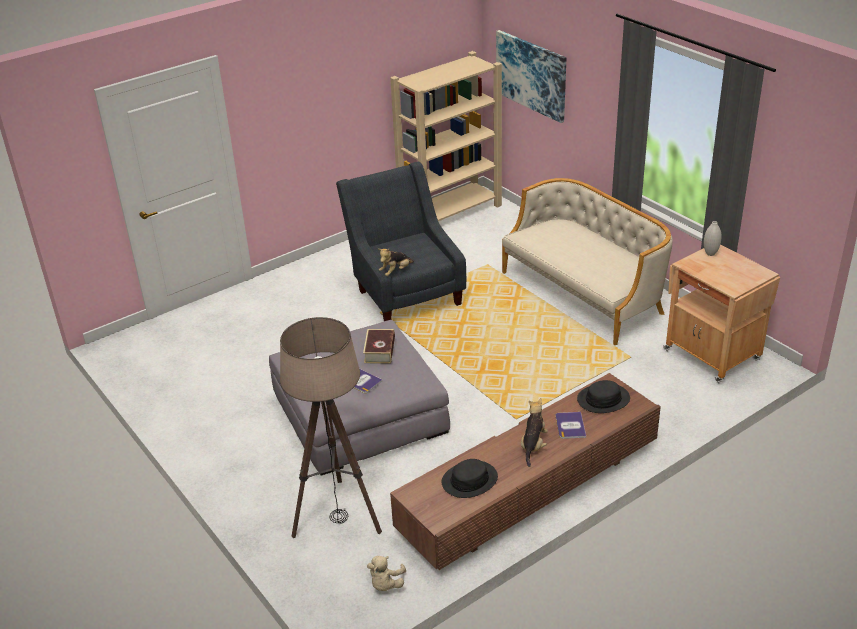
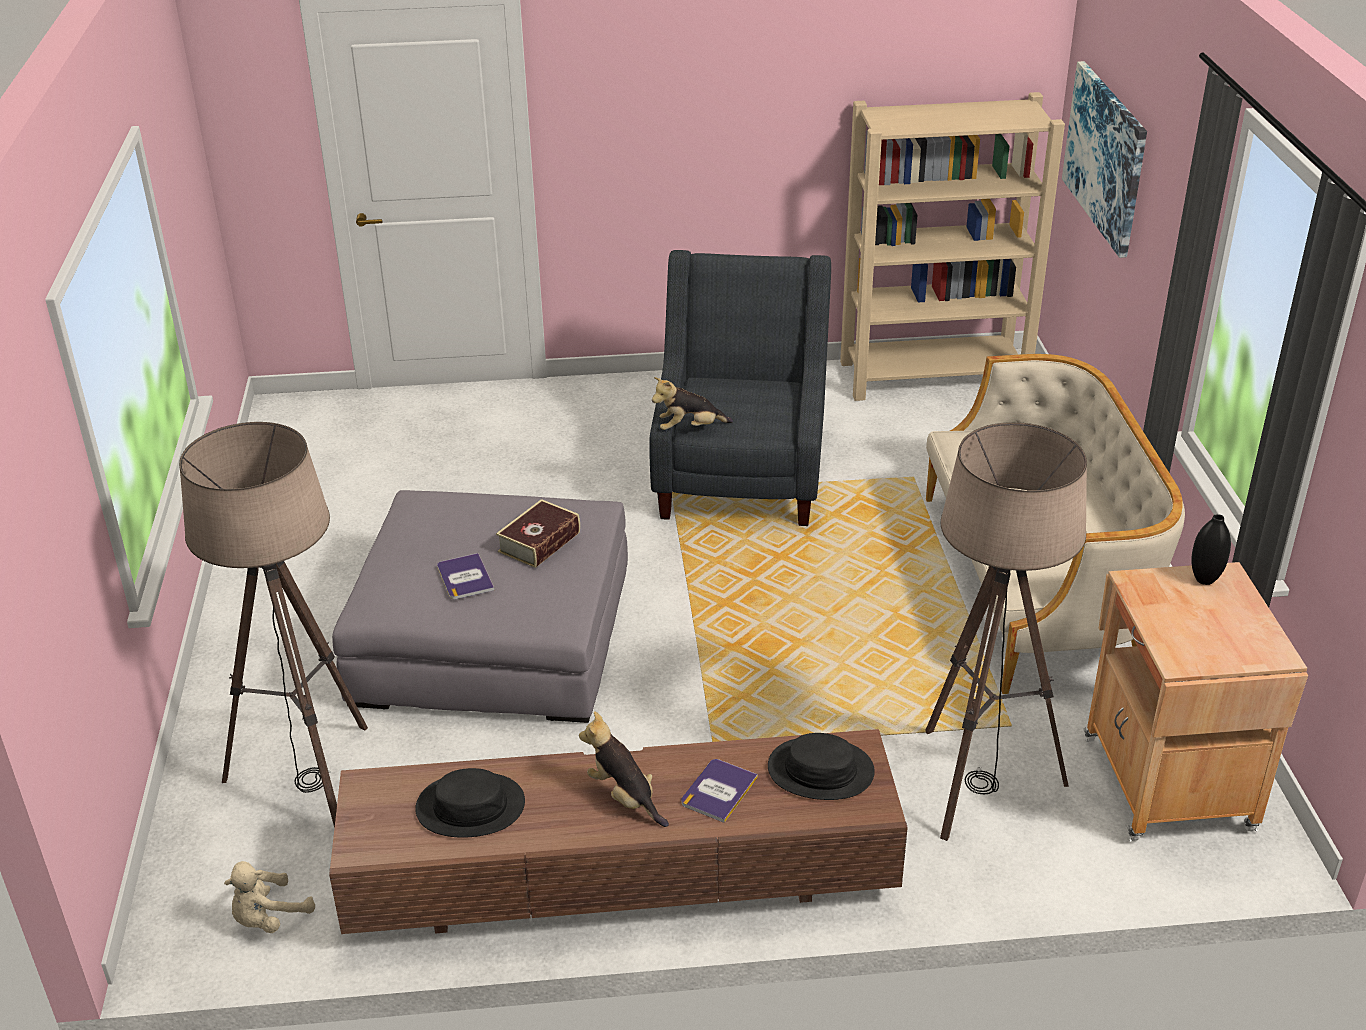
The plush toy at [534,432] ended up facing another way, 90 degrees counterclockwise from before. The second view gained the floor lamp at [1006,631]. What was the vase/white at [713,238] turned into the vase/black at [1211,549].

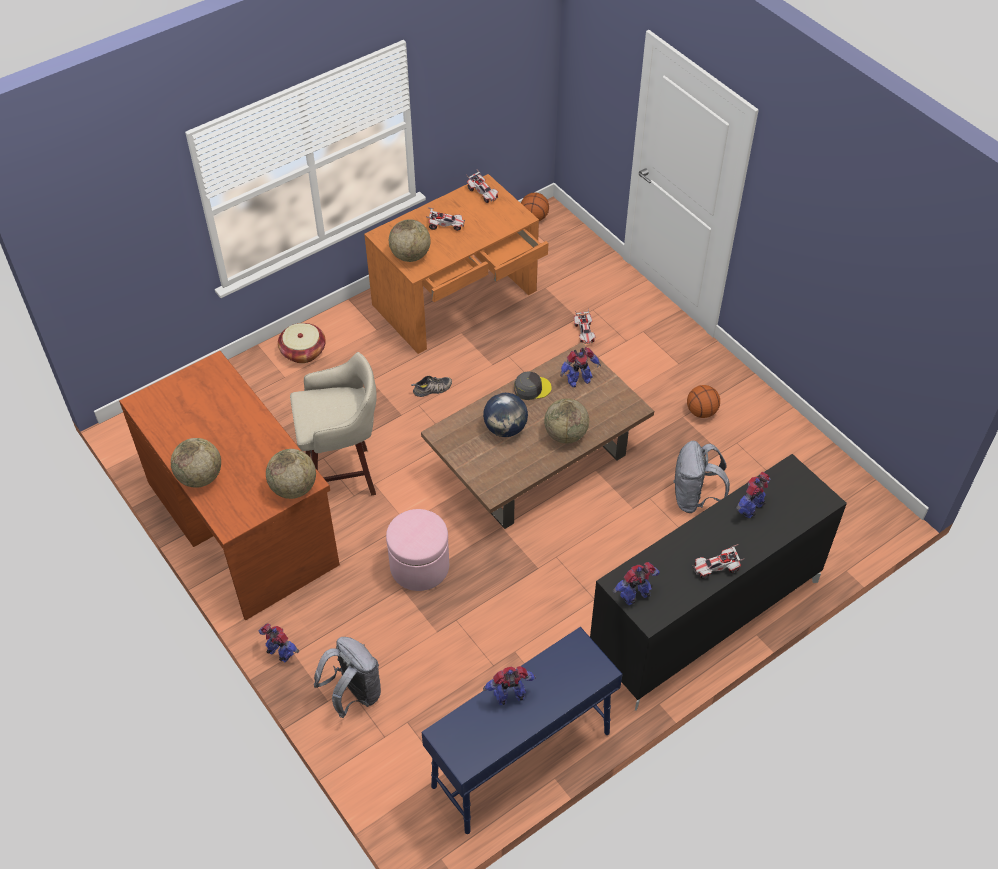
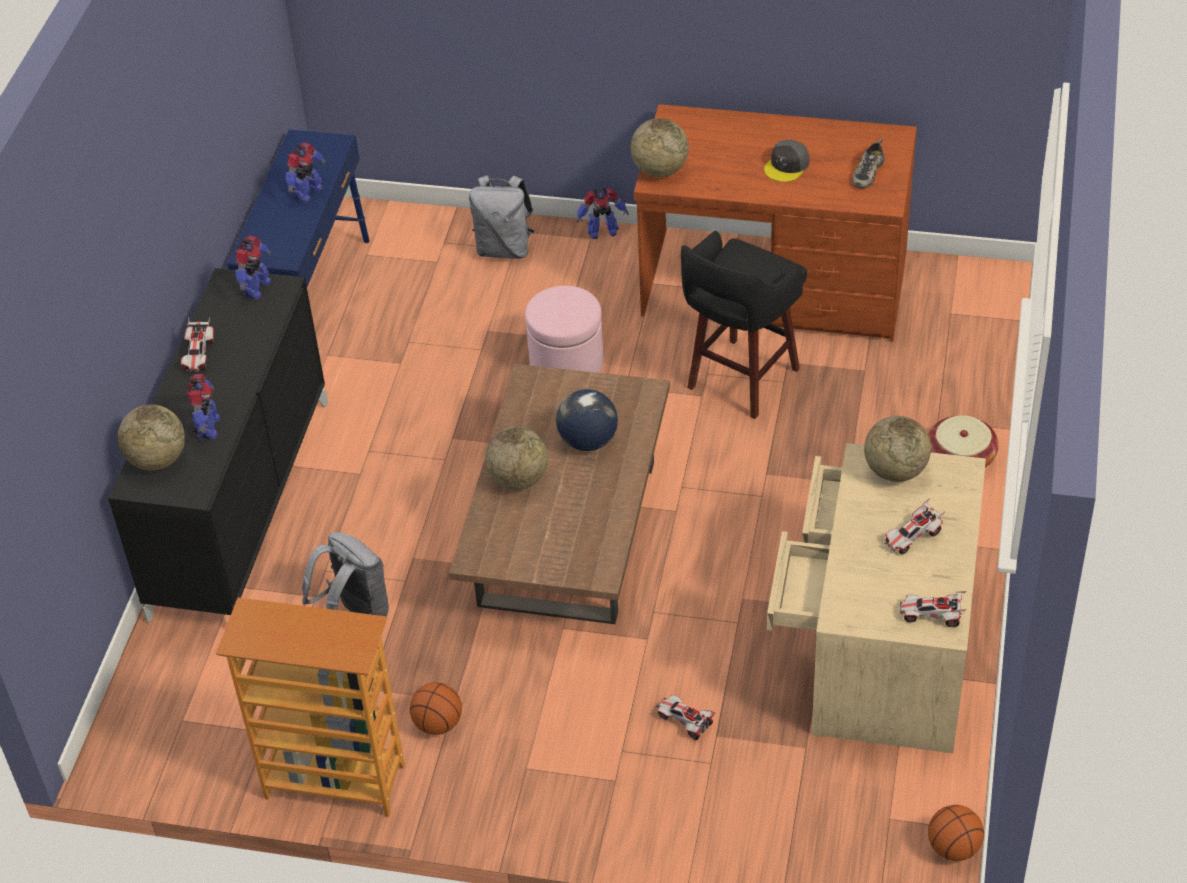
The globe ended up elsewhere, having gone from [196,463] to [151,438]. The toy car at [718,561] ended up facing another way, 150 degrees clockwise from before. The second view gained the bookcase at [310,707]. What was the stool/beige at [333,423] turned into the stool/black at [744,325]. The cap/grey ended up elsewhere, having gone from [533,386] to [786,160]. What was the desk/orange at [456,264] turned into the desk/beige at [876,598]. The shoe ended up elsewhere, having gone from [431,386] to [868,163]. The second view lost the toy robot at [580,367].

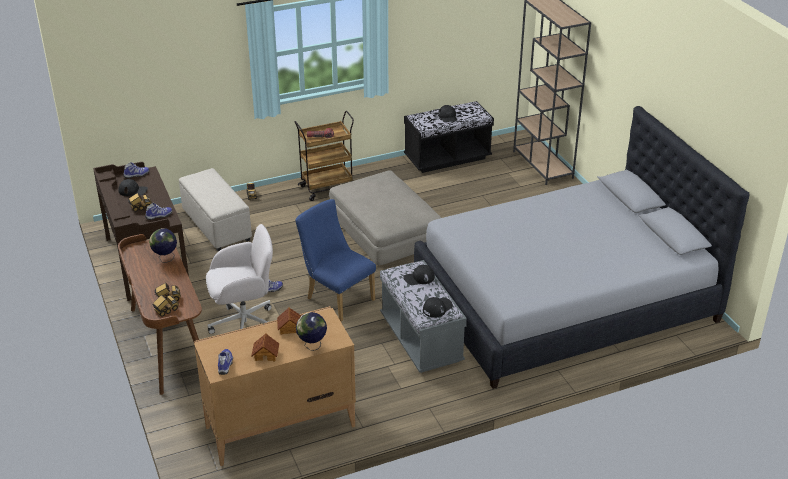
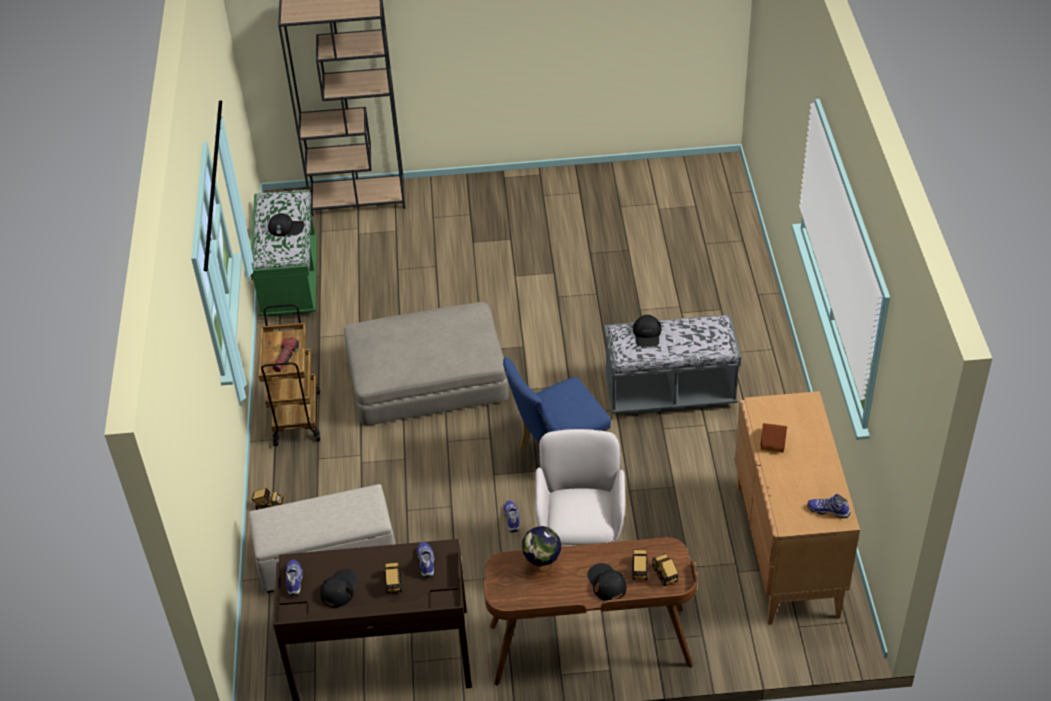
What was the bench/black at [449,137] turned into the bench/green at [284,253]. The cap/black ended up elsewhere, having gone from [438,307] to [607,582]. The second view lost the toy house at [265,347]. The second view lost the globe at [311,331]. The second view lost the bed/grey at [581,247].

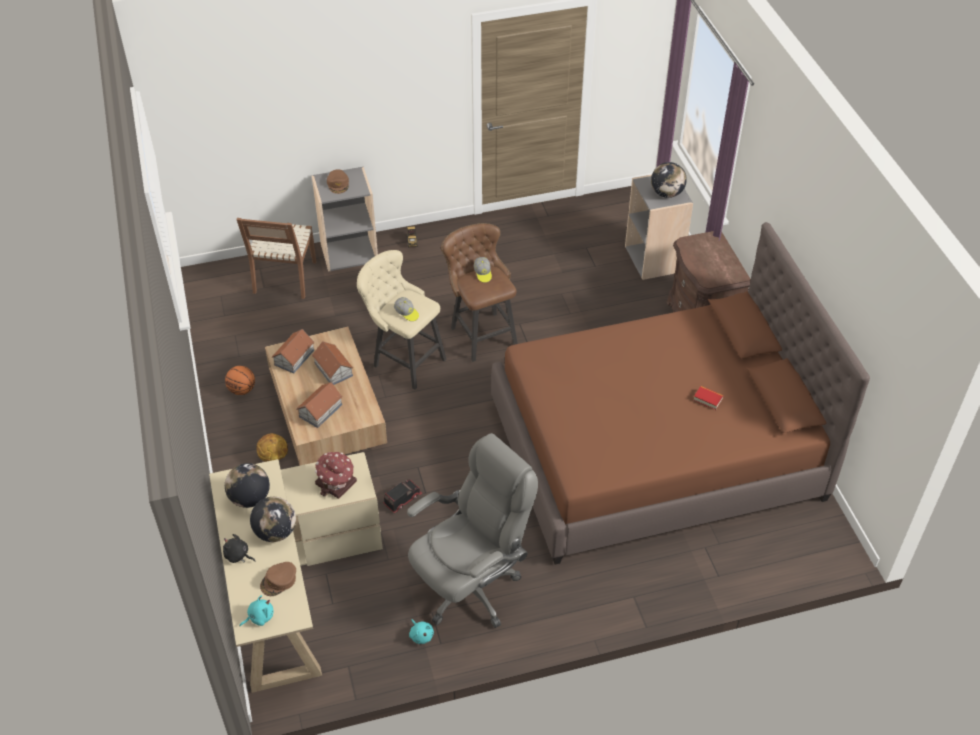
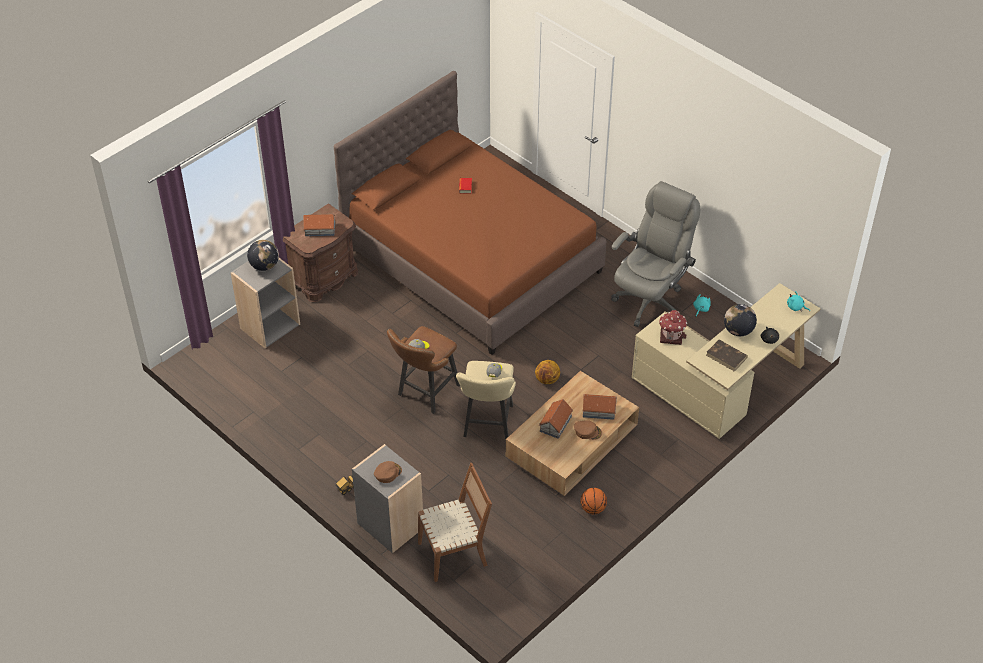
The toy house ended up elsewhere, having gone from [293,351] to [319,225]. The basketball ended up elsewhere, having gone from [272,447] to [547,372]. The cap/brown ended up elsewhere, having gone from [278,579] to [588,430]. The office chair/grey at [472,530] ended up facing another way, 105 degrees clockwise from before. Where the globe stood at [247,485], the book/brown came to stand at [727,355]. The second view lost the toy truck at [403,496].

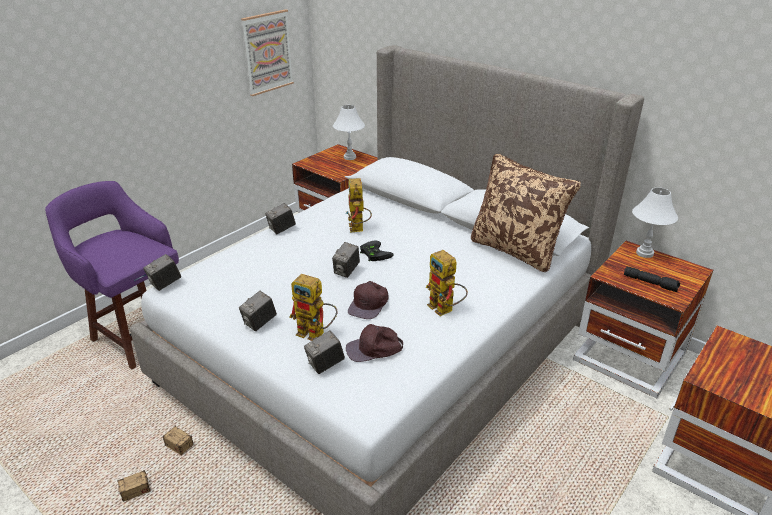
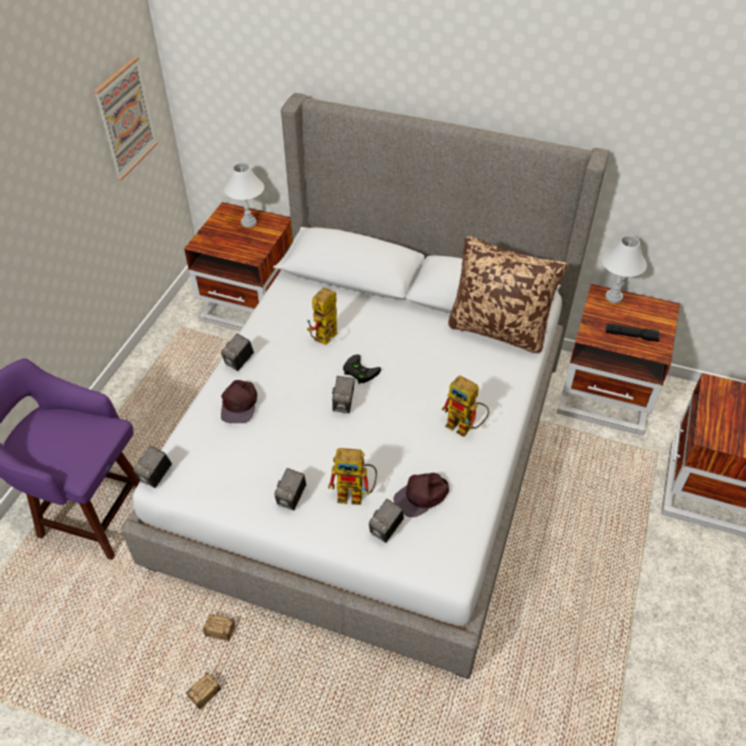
The cap/brown ended up elsewhere, having gone from [368,300] to [239,401]. The toy robot at [359,205] ended up facing another way, 60 degrees clockwise from before.

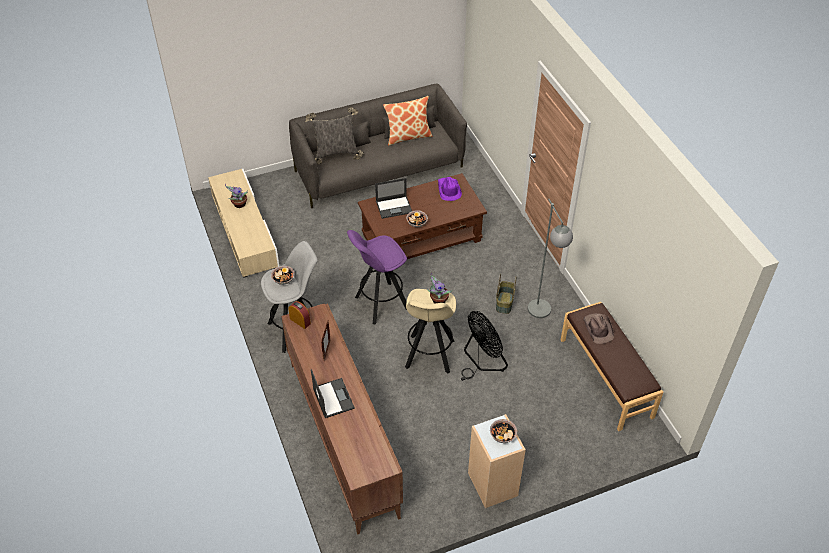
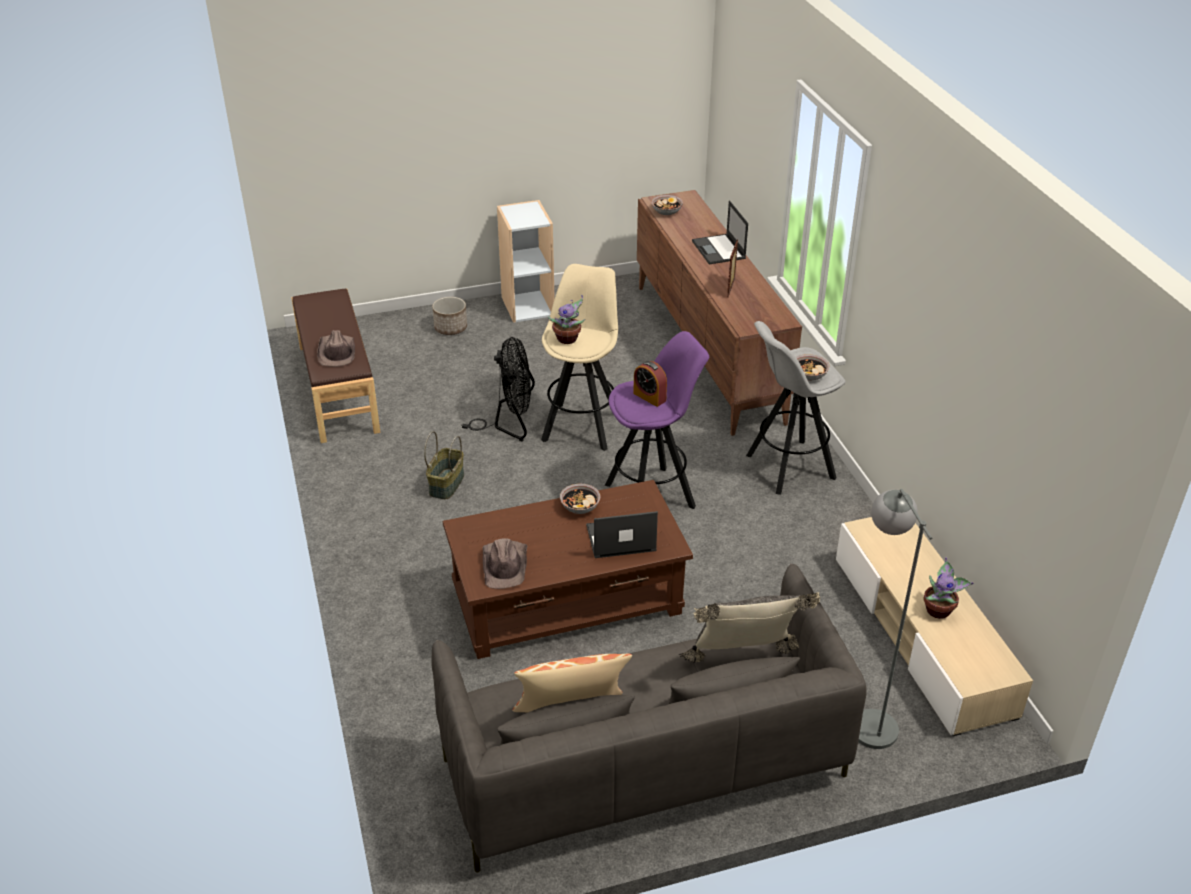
The second view gained the planter at [449,316]. The fan/black at [484,346] ended up facing another way, 150 degrees counterclockwise from before. What was the hat/purple at [450,189] turned into the hat/brown at [505,563]. The alarm clock ended up elsewhere, having gone from [299,315] to [650,384]. The bowl ended up elsewhere, having gone from [503,431] to [667,205]. The floor lamp/grey ended up elsewhere, having gone from [550,258] to [895,619].

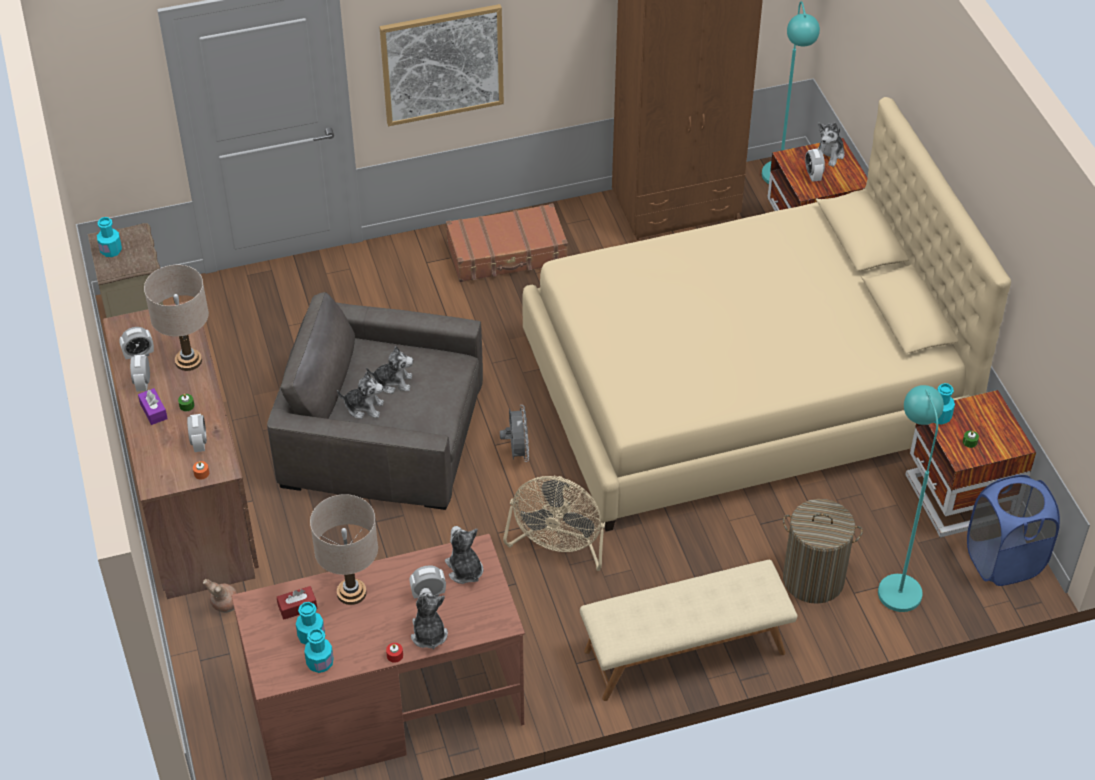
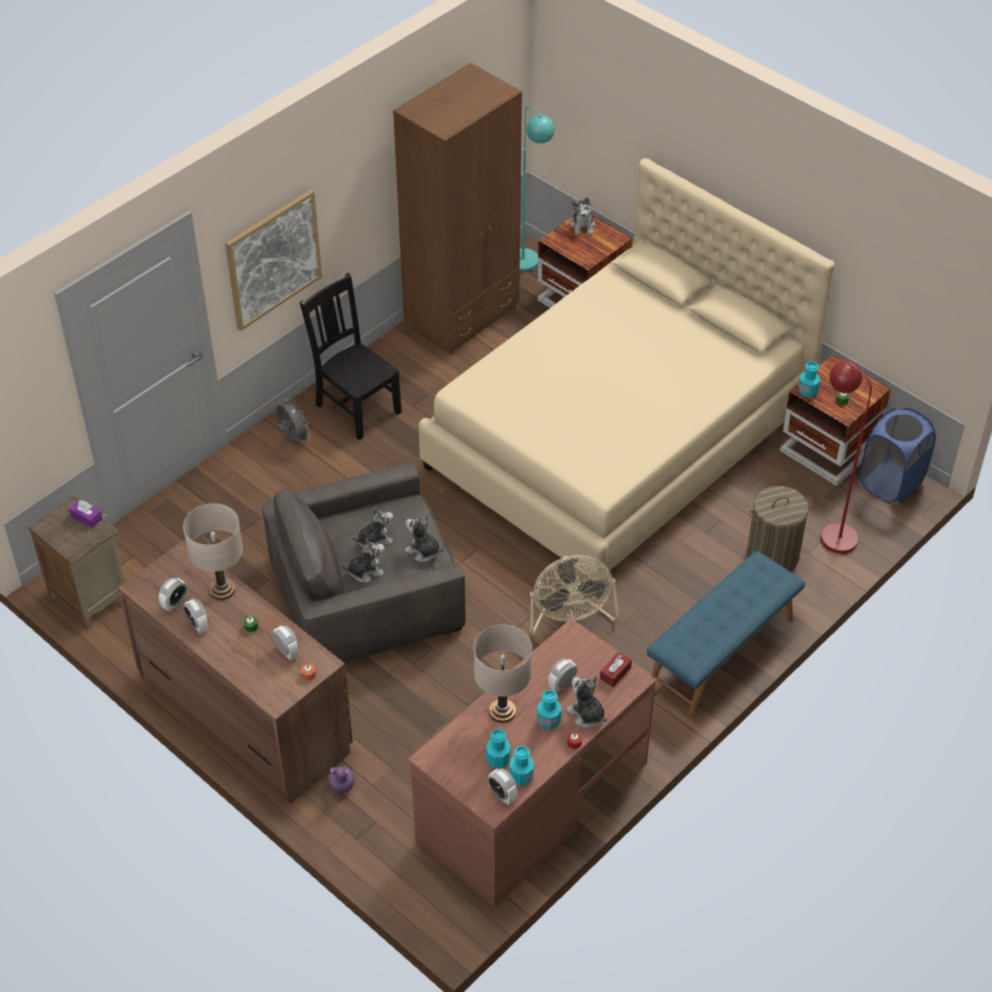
The tissue box/purple ended up elsewhere, having gone from [153,406] to [85,514]. The fan/grey ended up elsewhere, having gone from [514,433] to [293,421]. Where the suitcase/brown stood at [507,242], the chair/black came to stand at [351,356]. What was the vase/brown at [220,596] turned into the vase/purple at [341,779]. The plush toy ended up elsewhere, having gone from [464,555] to [424,537]. The alarm clock ended up elsewhere, having gone from [815,165] to [503,786]. The bottle/turquoise ended up elsewhere, having gone from [109,237] to [549,709]. The tissue box/red ended up elsewhere, having gone from [297,603] to [616,669]. What was the bench/beige at [688,630] turned into the bench/blue at [726,634]. What was the floor lamp/turquoise at [911,498] turned into the floor lamp/red at [846,456].

